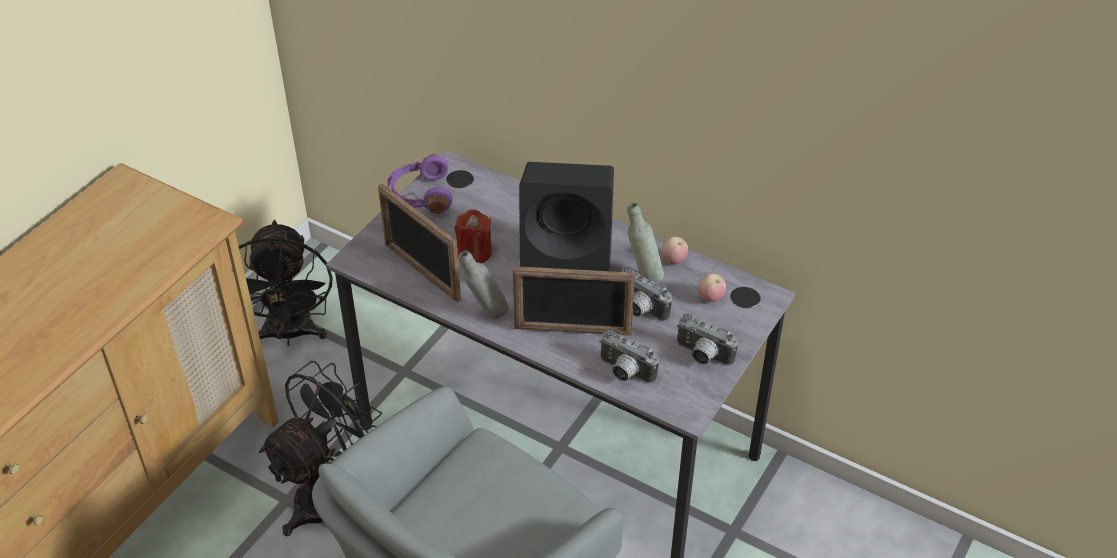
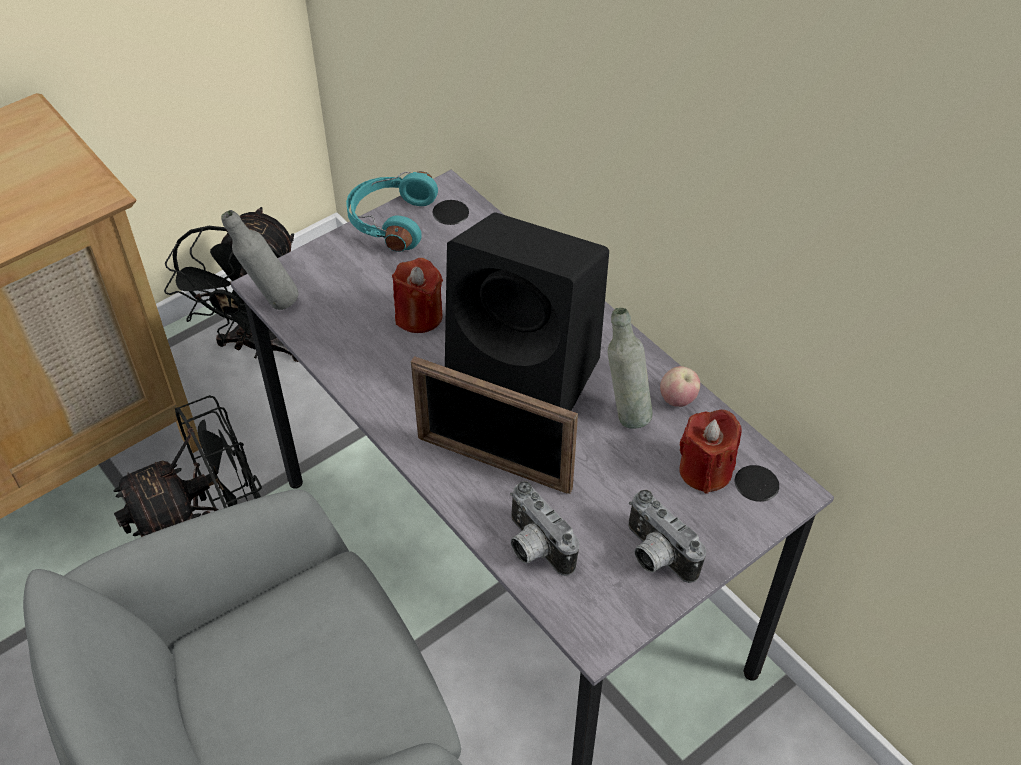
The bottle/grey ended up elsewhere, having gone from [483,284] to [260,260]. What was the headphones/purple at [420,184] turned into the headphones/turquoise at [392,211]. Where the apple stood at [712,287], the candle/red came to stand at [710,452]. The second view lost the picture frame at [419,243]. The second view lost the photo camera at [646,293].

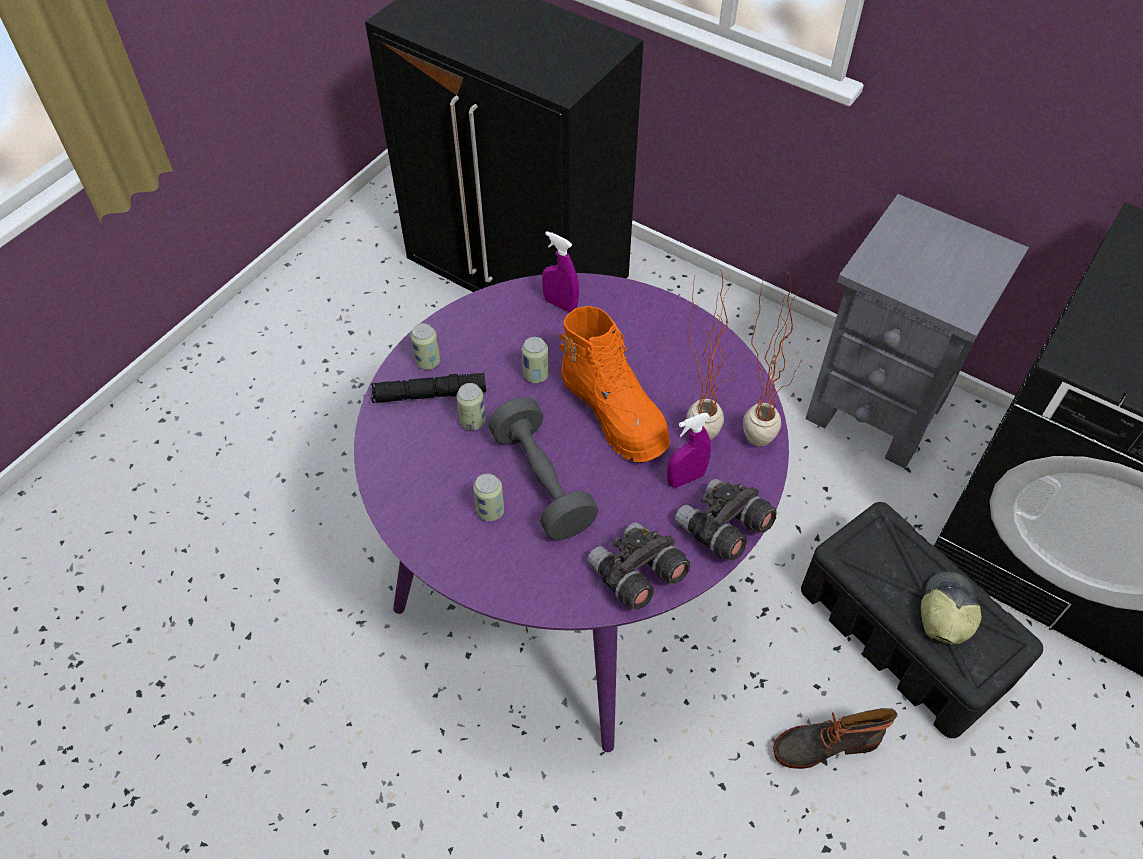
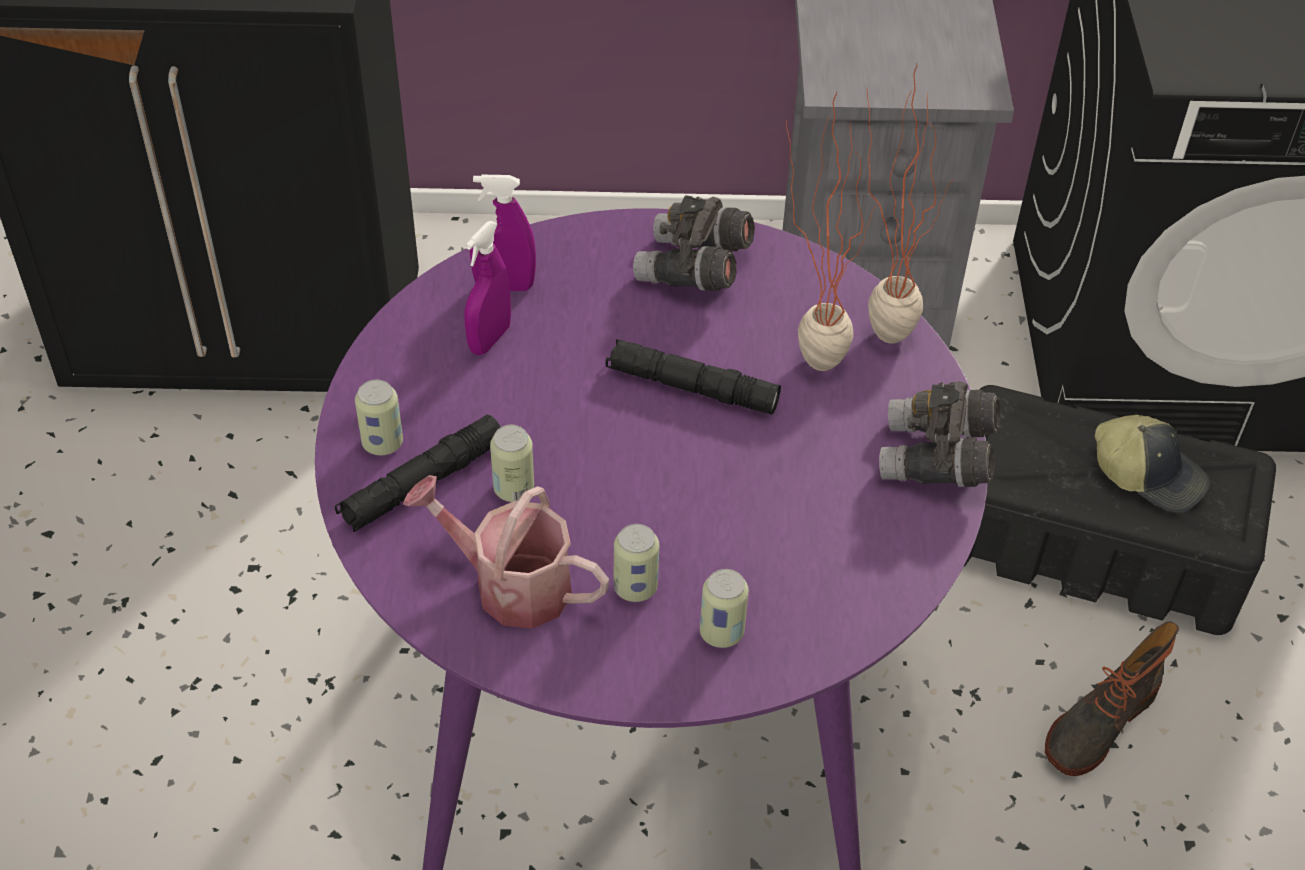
The second view gained the watering can at [506,552]. The spray bottle/purple ended up elsewhere, having gone from [689,450] to [487,288]. Where the boot/orange stood at [614,384], the flashlight/black came to stand at [693,377]. The binoculars/grey ended up elsewhere, having gone from [639,566] to [694,243]. The can ended up elsewhere, having gone from [535,360] to [724,608]. The cap at [951,608] ended up facing another way, 135 degrees clockwise from before. The second view lost the dumbbell/grey at [543,468].

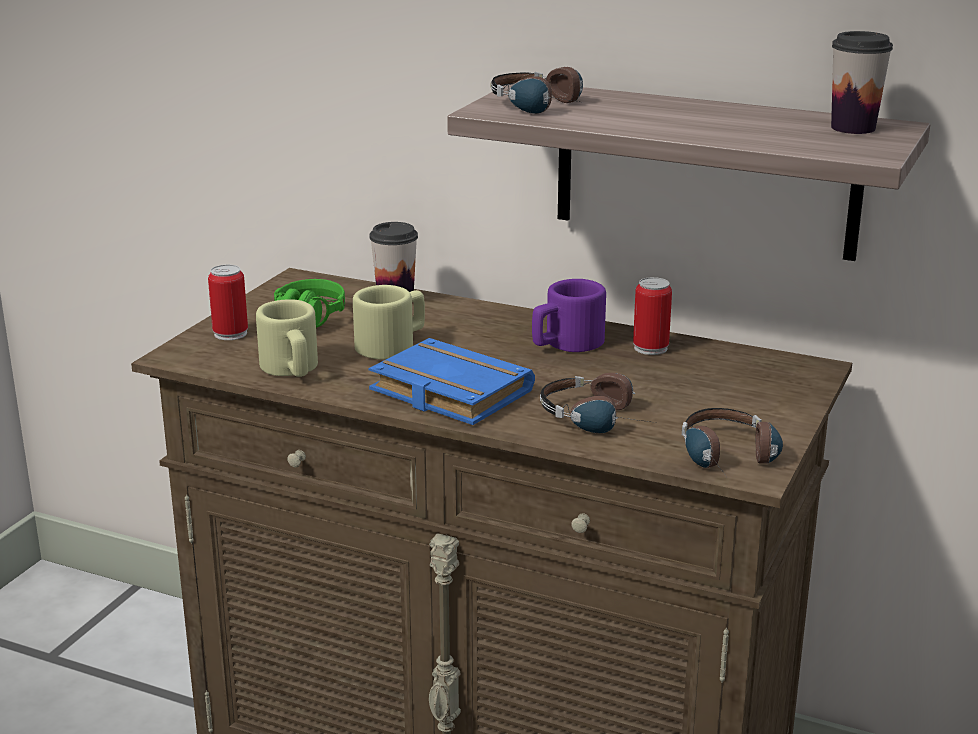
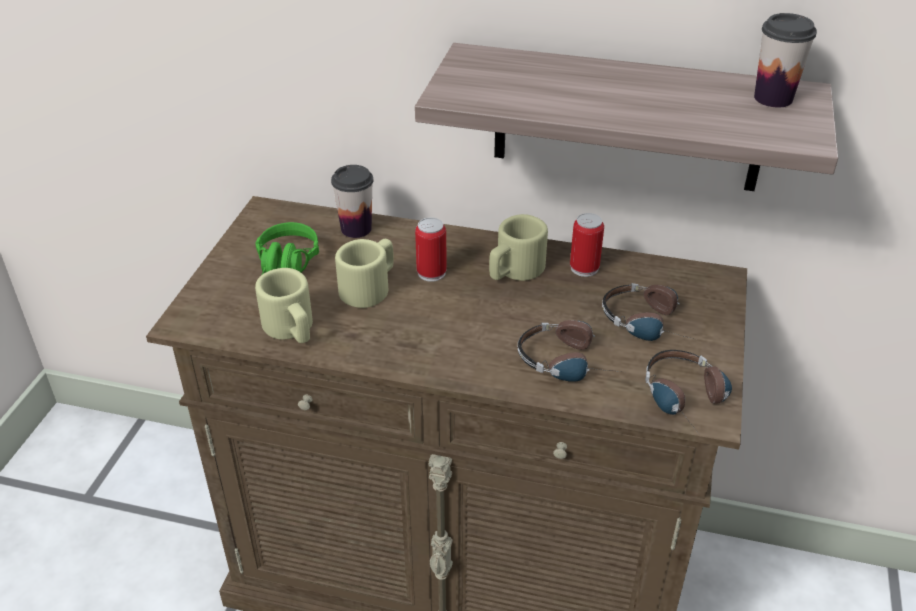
The can ended up elsewhere, having gone from [228,302] to [431,249]. What was the mug/purple at [569,315] turned into the mug/beige at [518,247]. The headphones ended up elsewhere, having gone from [536,90] to [647,312]. The second view lost the book/blue at [452,381].

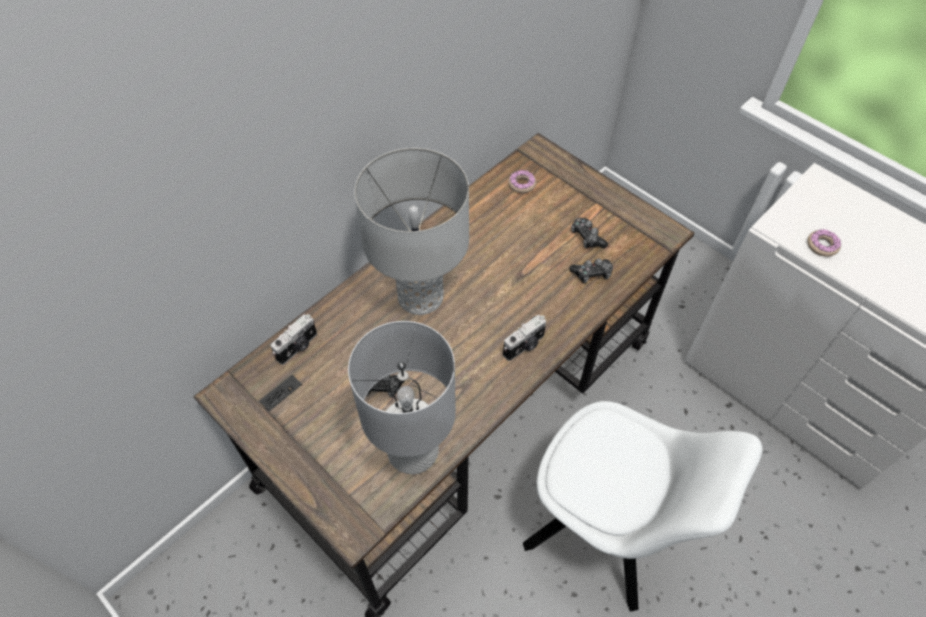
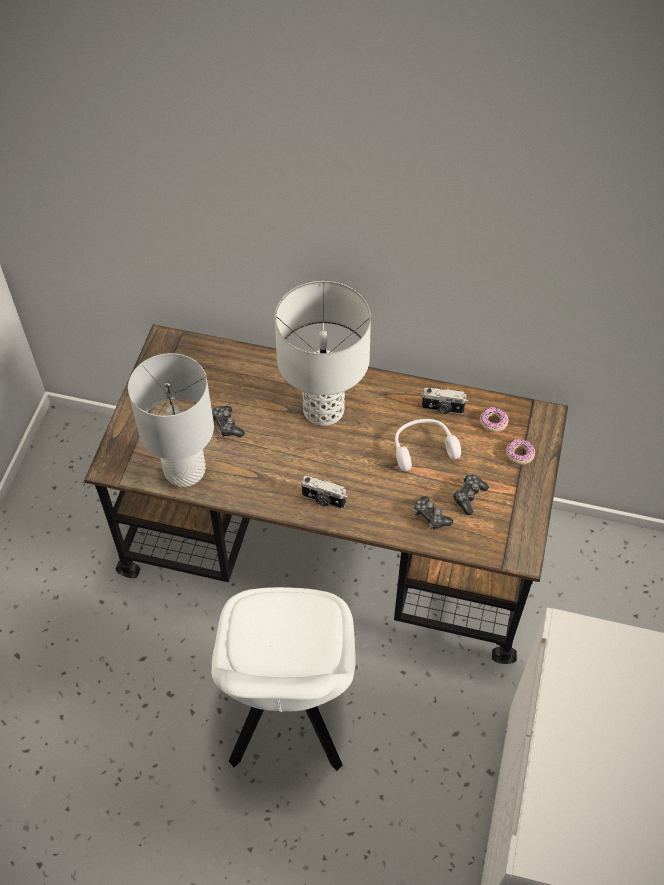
The second view gained the headphones/white at [428,445]. The photo camera ended up elsewhere, having gone from [293,339] to [444,400]. The donut ended up elsewhere, having gone from [824,243] to [520,452].

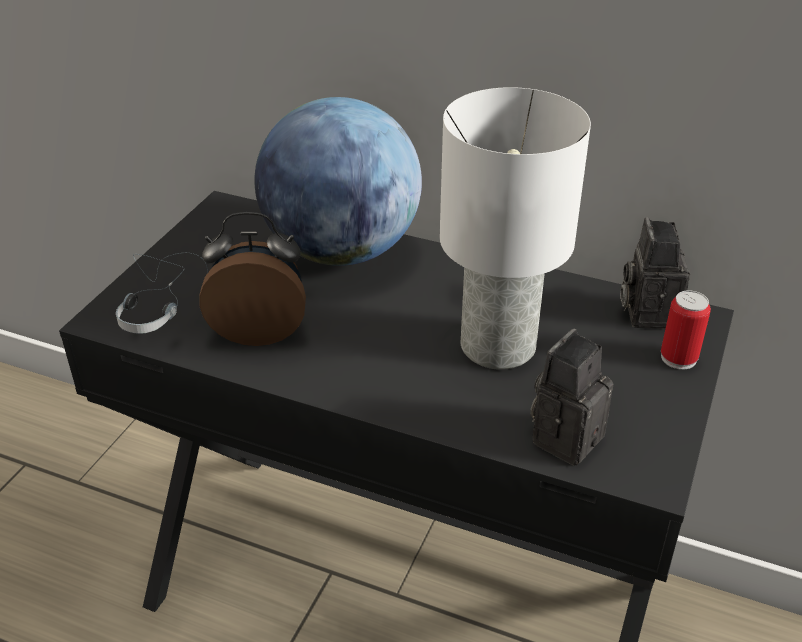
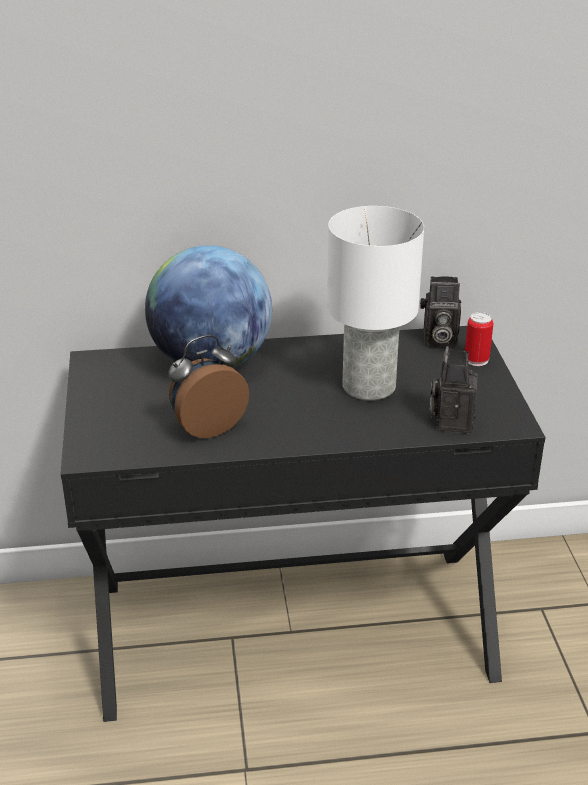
The photo camera at [655,273] ended up facing another way, 60 degrees counterclockwise from before. The second view lost the headphones at [162,293].

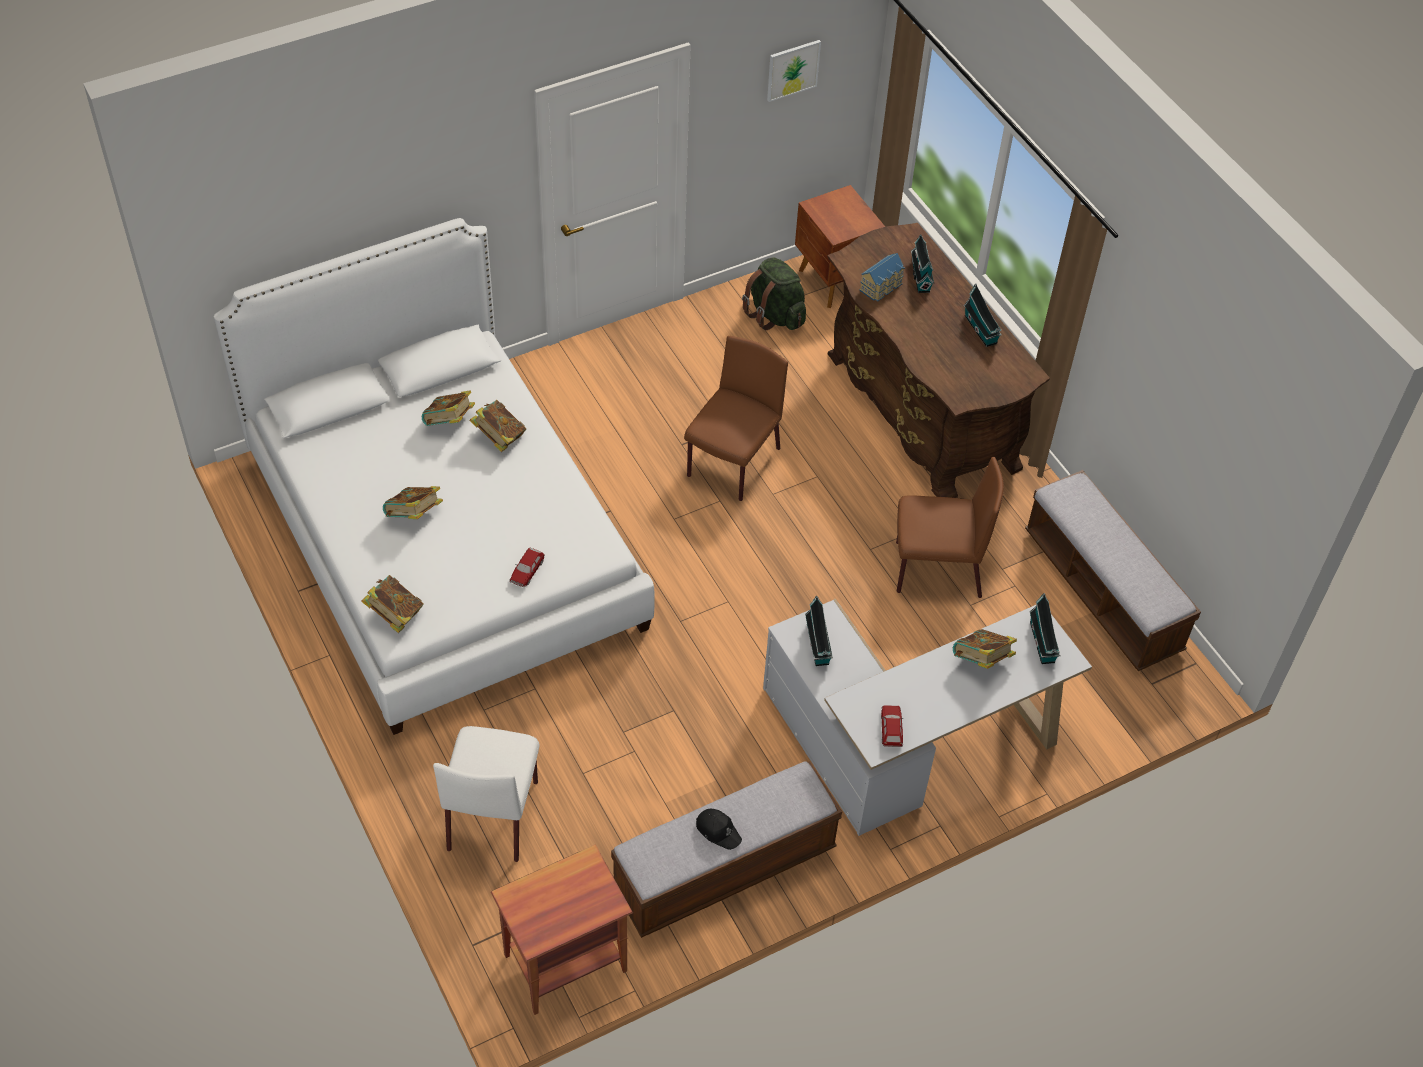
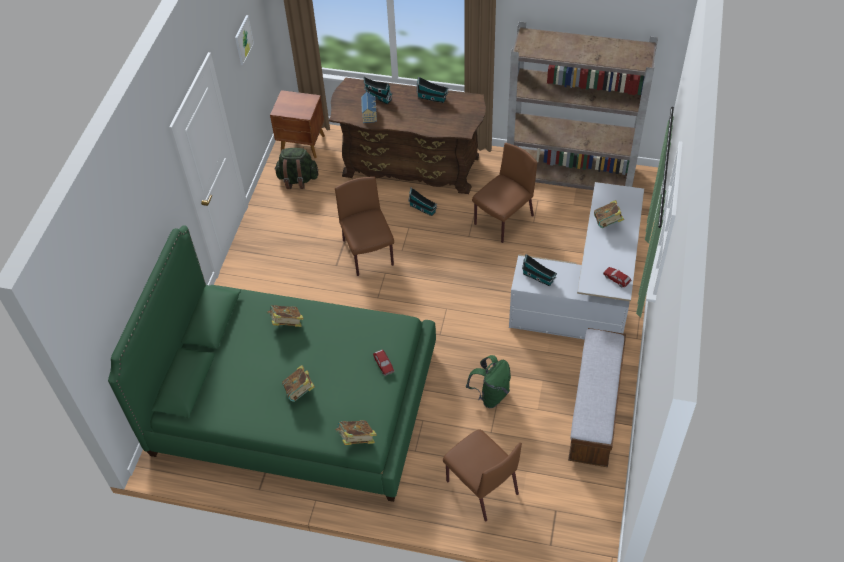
What was the bed/white at [434,476] turned into the bed/green at [272,363]. The toy house ended up elsewhere, having gone from [1044,628] to [422,201]. What was the chair/white at [486,794] turned into the chair/brown at [482,475]. The second view gained the backpack/green at [488,381]. Where the bench stood at [1113,570], the bookcase/brown came to stand at [582,106]. The second view lost the book at [448,408]. The second view lost the nightstand at [562,930]. The second view lost the cap/black at [719,829].

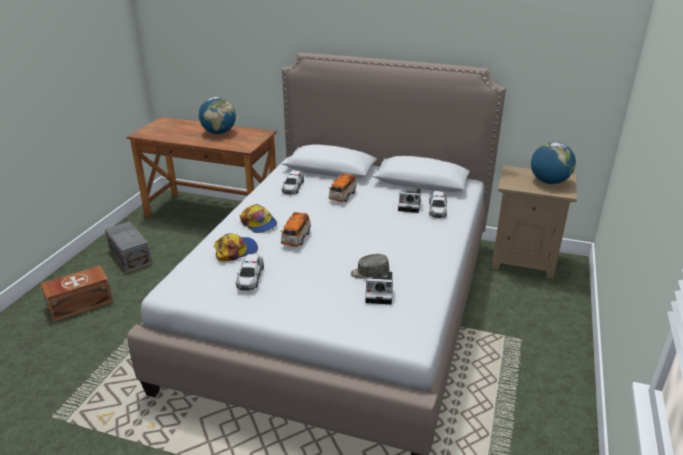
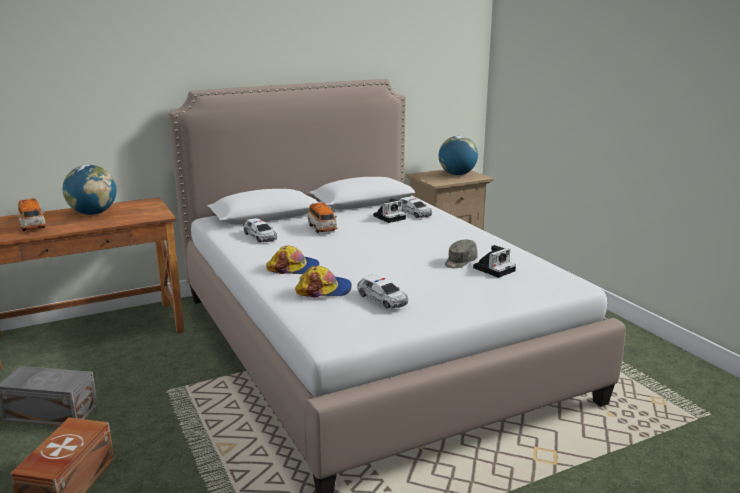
The toy car ended up elsewhere, having gone from [296,228] to [32,214]. The cap at [236,247] ended up facing another way, 75 degrees clockwise from before.

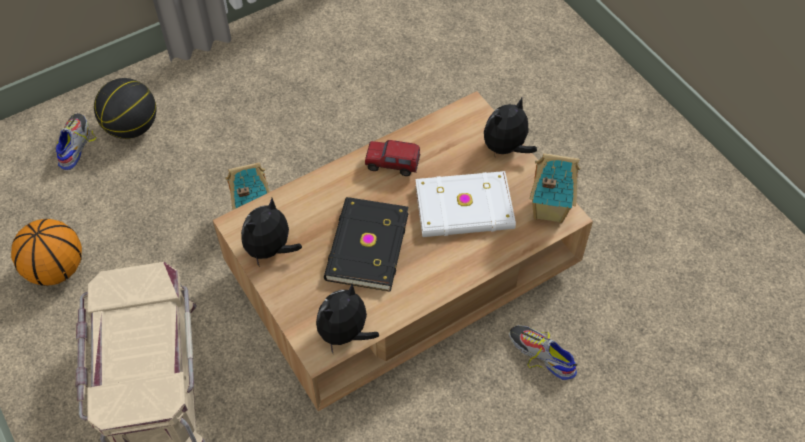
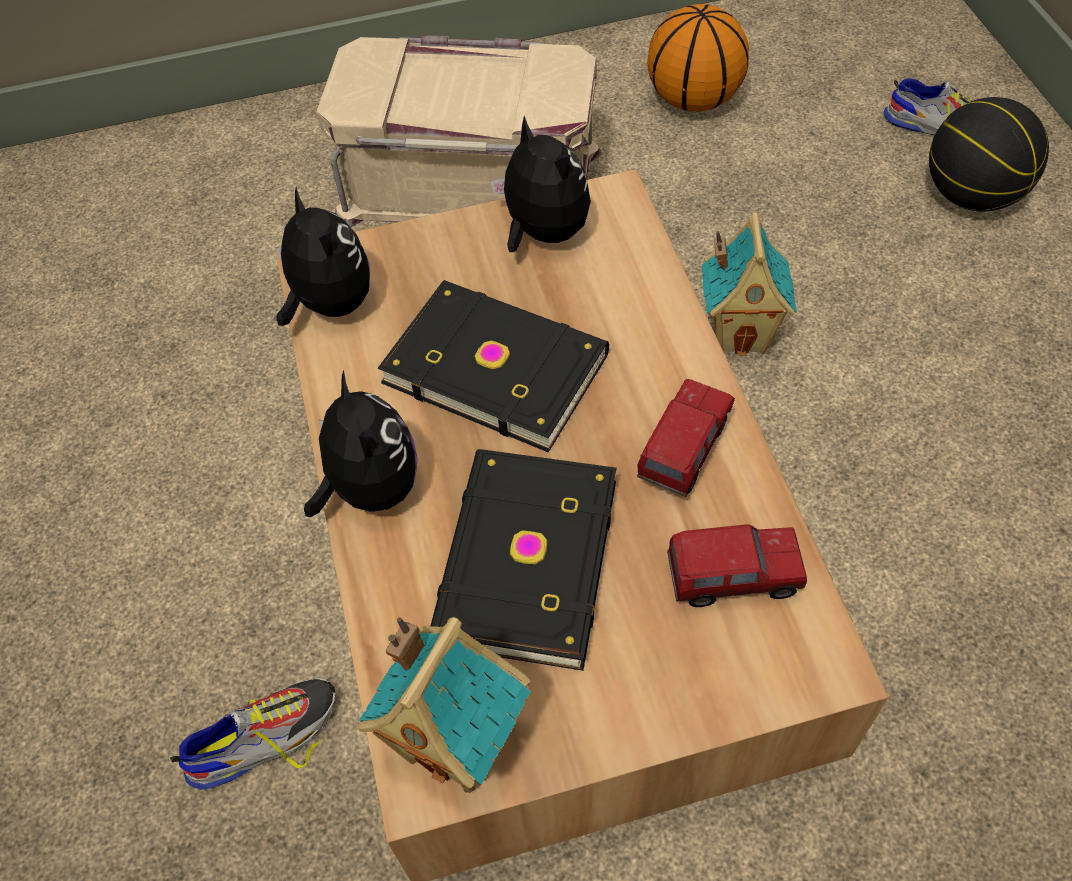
The plush toy ended up elsewhere, having gone from [510,125] to [361,443]. What was the book/white at [465,204] turned into the book/black at [524,560]. The second view gained the toy truck at [737,565].

